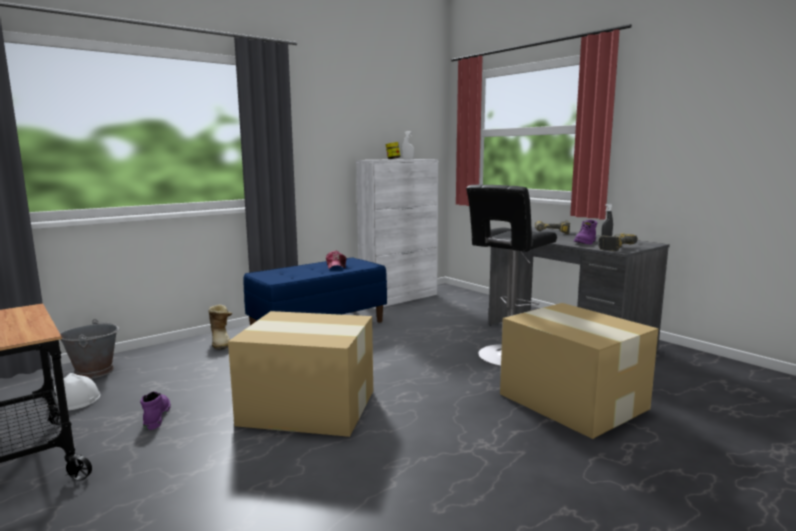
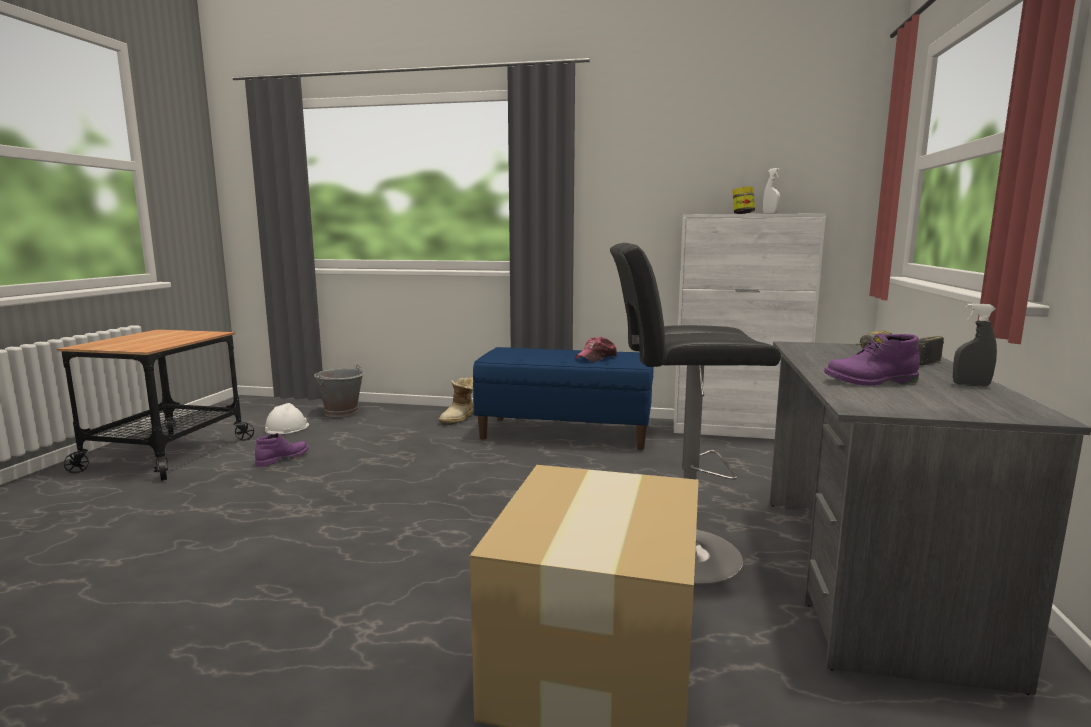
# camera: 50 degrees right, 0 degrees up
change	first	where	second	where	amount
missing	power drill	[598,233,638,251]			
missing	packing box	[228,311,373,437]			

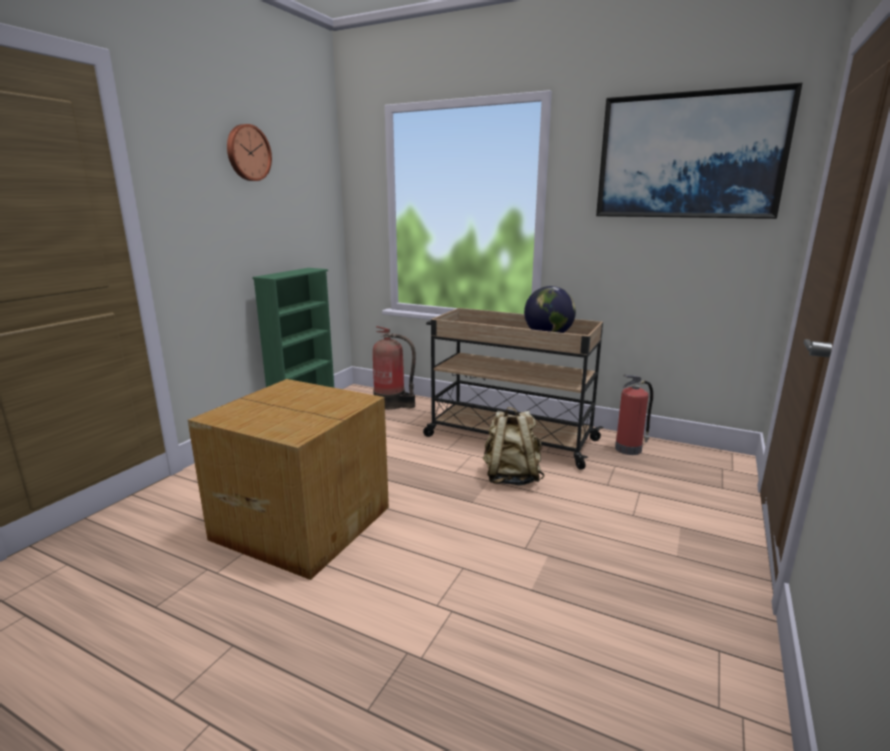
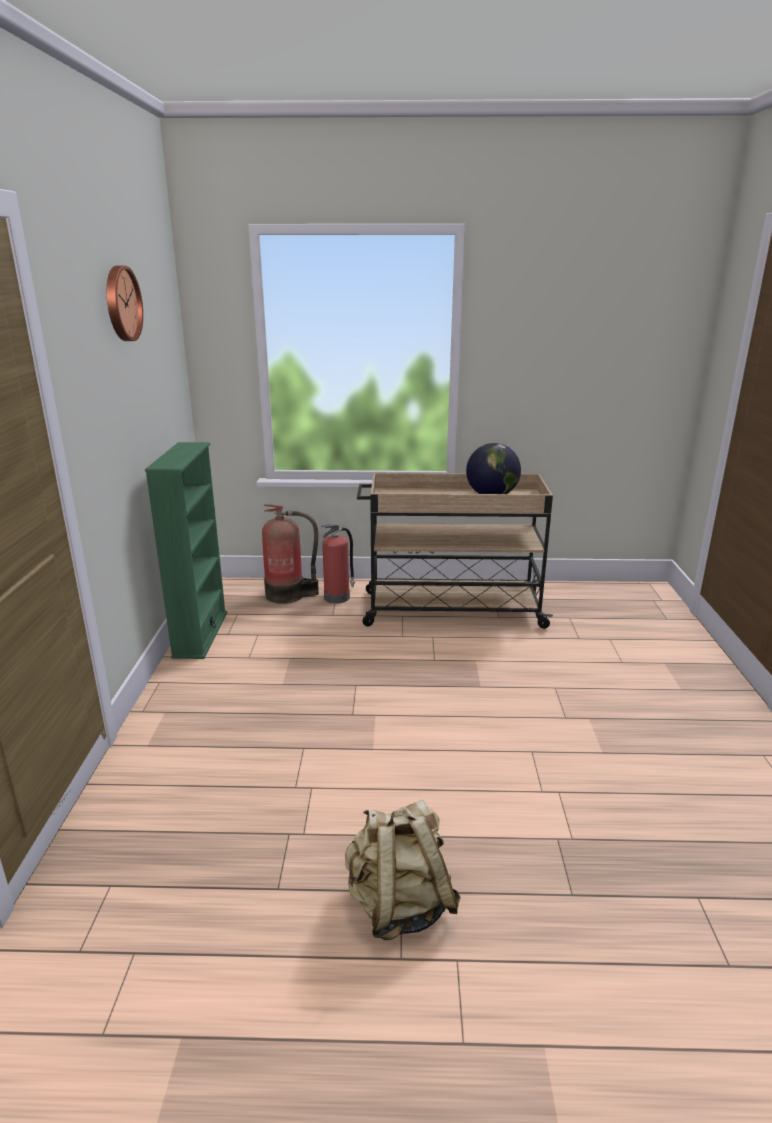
# camera: 25 degrees left, 5 degrees up
change	first	where	second	where	amount
missing	wall art	[596,83,802,219]			
relocated	fire extinguisher	[615,375,653,455]		[321,524,355,604]	
missing	packing box	[188,379,389,580]			
relocated	knapsack (beige-coloured)	[483,407,545,485]		[345,799,461,940]	

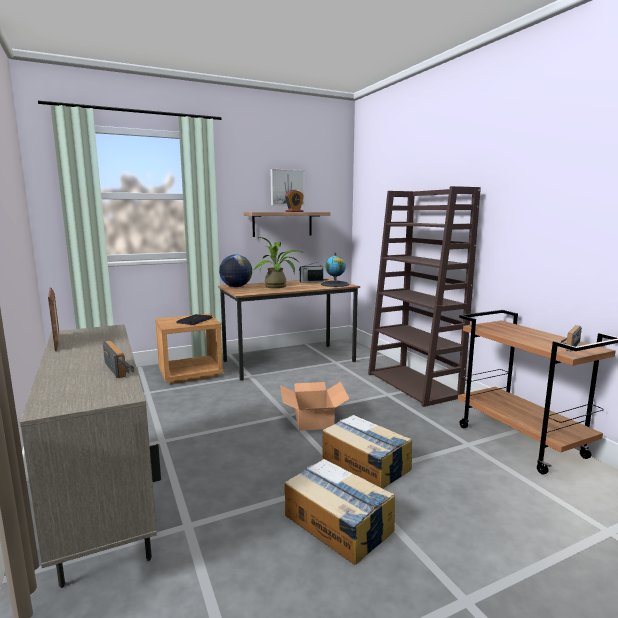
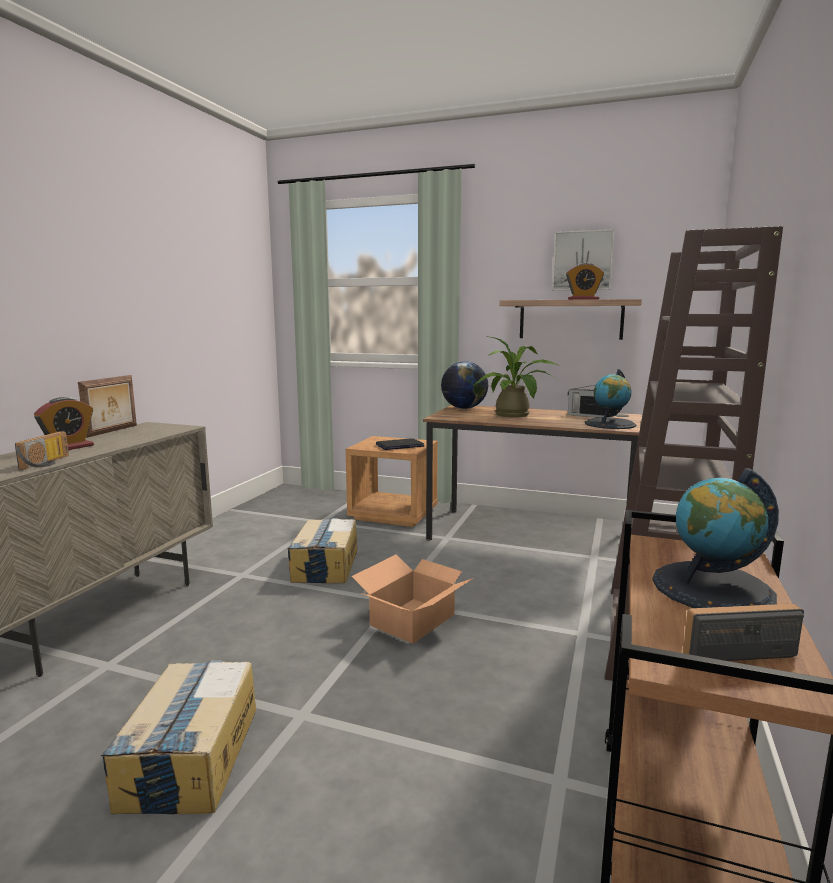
# camera: 45 degrees right, 0 degrees up
change	first	where	second	where	amount
relocated	packing box	[323,415,412,489]		[288,518,357,583]	
appeared			alarm clock	[34,397,94,450]	
appeared			world globe	[652,468,779,608]	

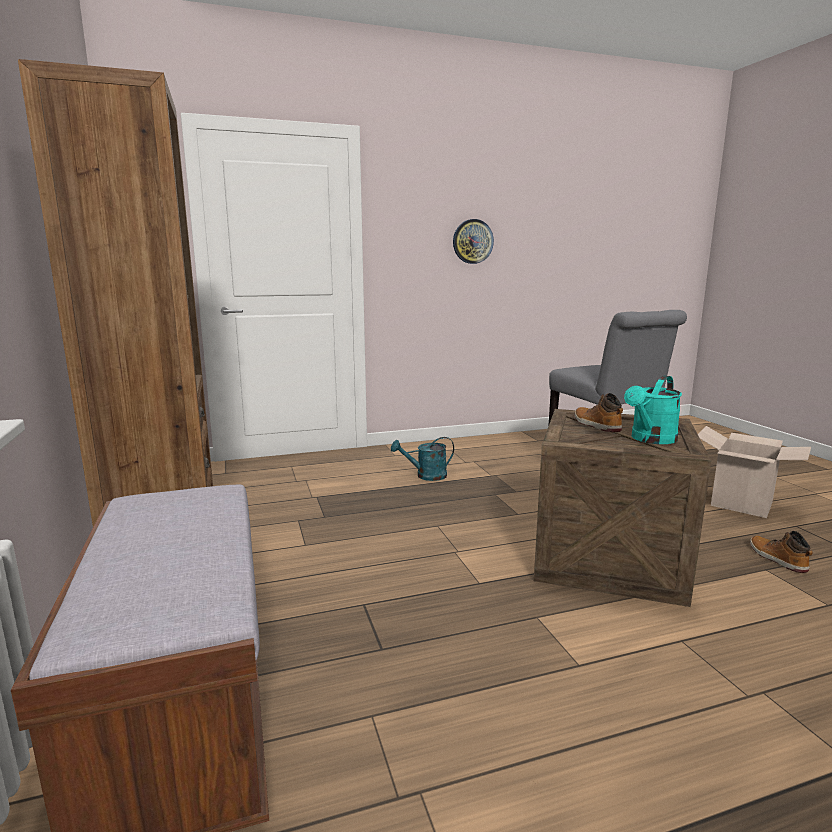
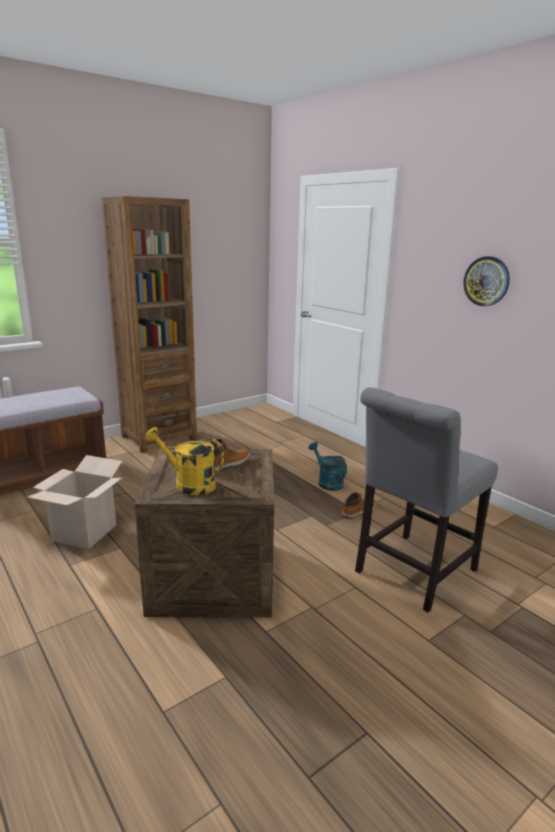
# camera: 70 degrees right, 5 degrees up
change	first	where	second	where	amount
colour	watering can (turquoise)	[624,375,682,444]	watering can (yellow-coloured)	[145,427,224,495]	
relocated	packing box	[698,426,811,518]		[26,455,122,549]	
relocated	tall boot	[750,531,813,573]		[342,493,377,519]	

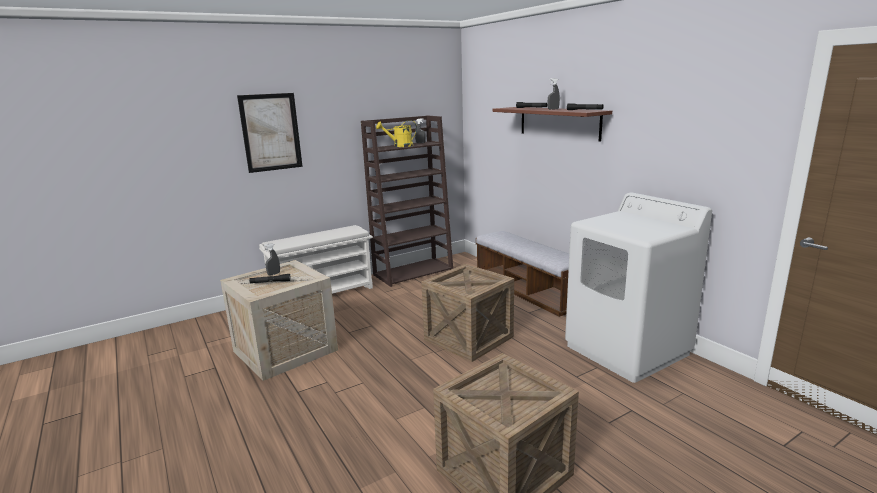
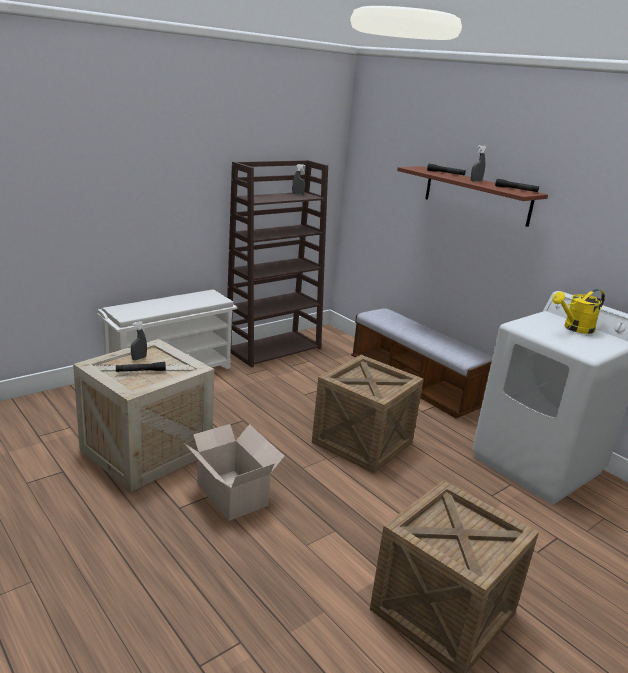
# camera: 10 degrees left, 5 degrees up
change	first	where	second	where	amount
missing	wall art	[237,93,303,173]			
relocated	watering can (yellow-coloured)	[376,120,417,147]		[552,289,605,334]	
appeared			packing box	[184,424,284,521]	

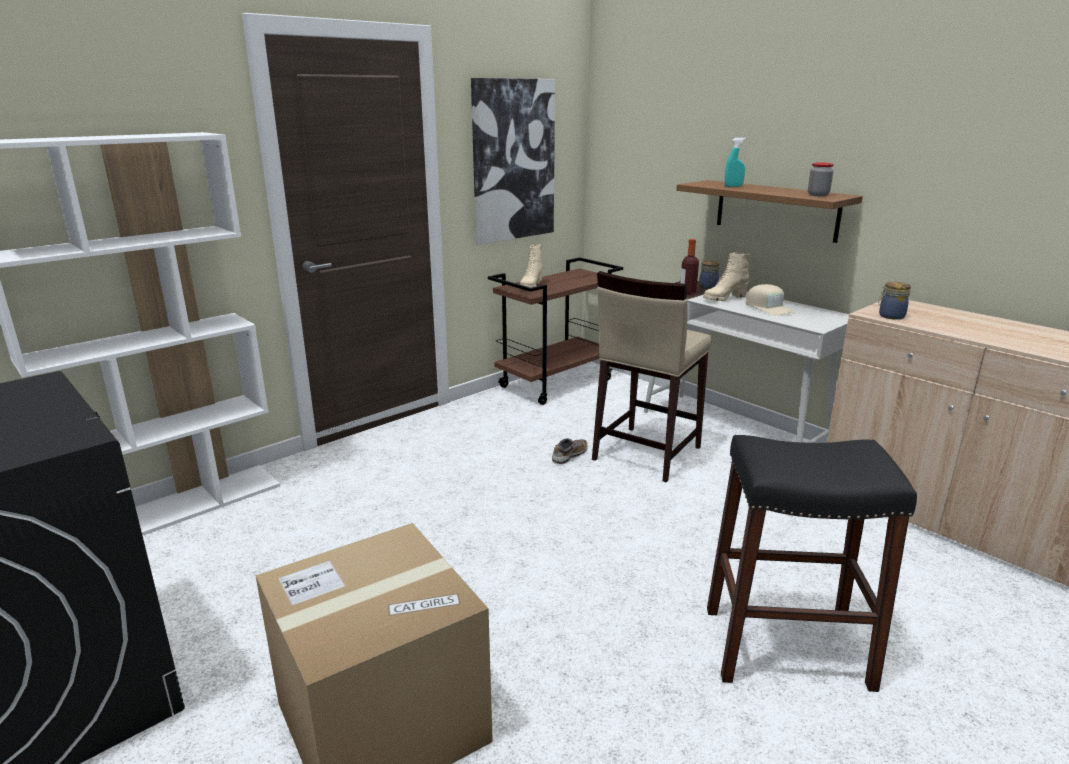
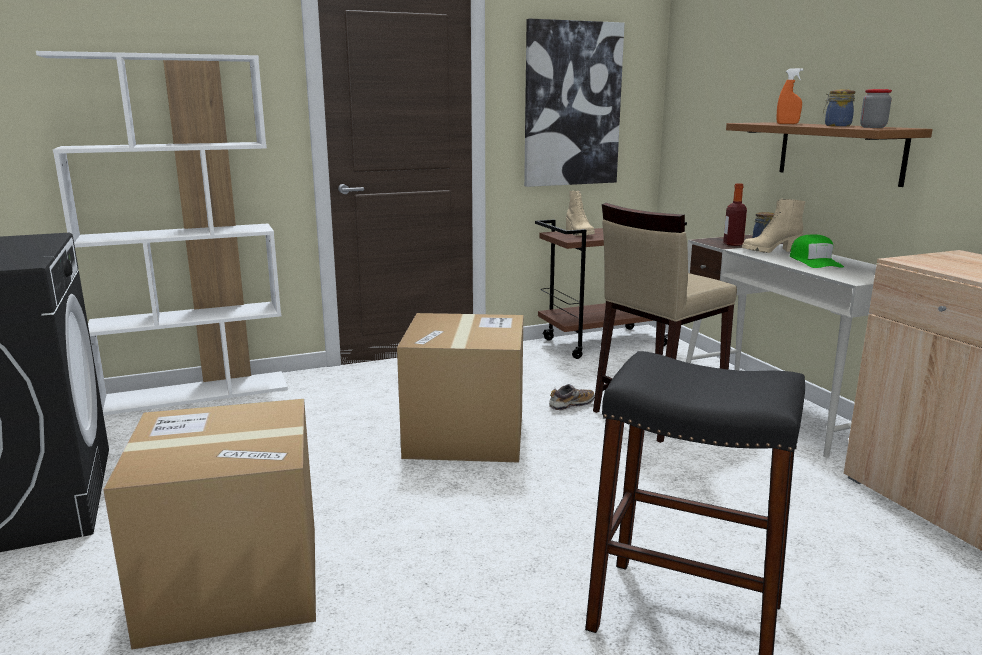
# camera: 20 degrees right, 5 degrees down
change	first	where	second	where	amount
colour	spray bottle (turquoise)	[725,138,746,187]	spray bottle (orange-coloured)	[777,68,803,124]	
spun	tall boot (beige-coloured)	[520,244,543,288]		[566,191,595,236]	60 degrees counterclockwise
relocated	storage jar	[878,282,911,320]		[823,90,855,126]	
colour	baseball cap (beige-coloured)	[746,284,796,316]	baseball cap (green-coloured)	[790,234,844,268]	
appeared			packing box	[397,313,523,463]	

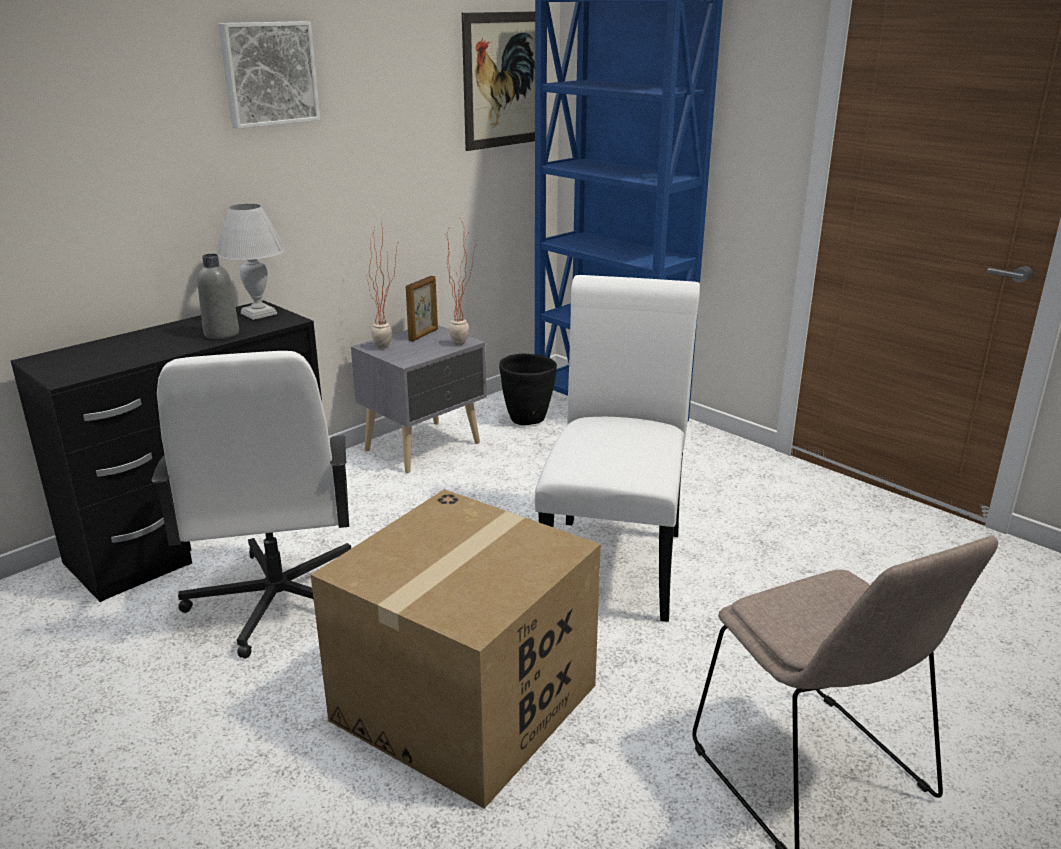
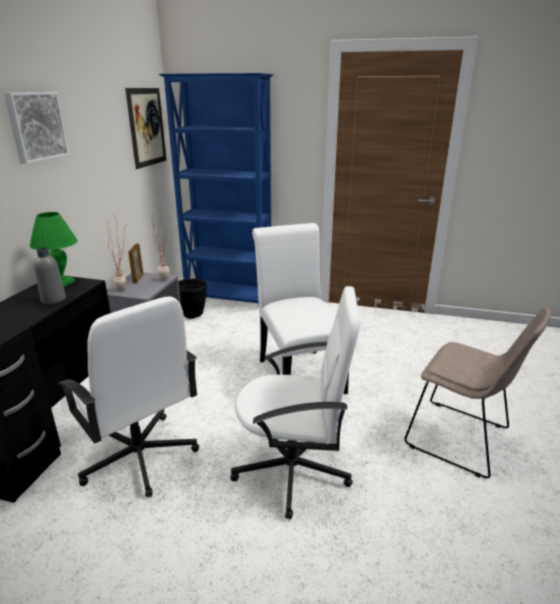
# camera: 30 degrees left, 0 degrees up
change	first	where	second	where	amount
colour	table lamp (whitish)	[216,204,285,320]	table lamp (green-coloured)	[30,212,78,287]	
exchanged	packing box	[311,489,601,809]	office chair (whitish)	[230,286,360,520]	

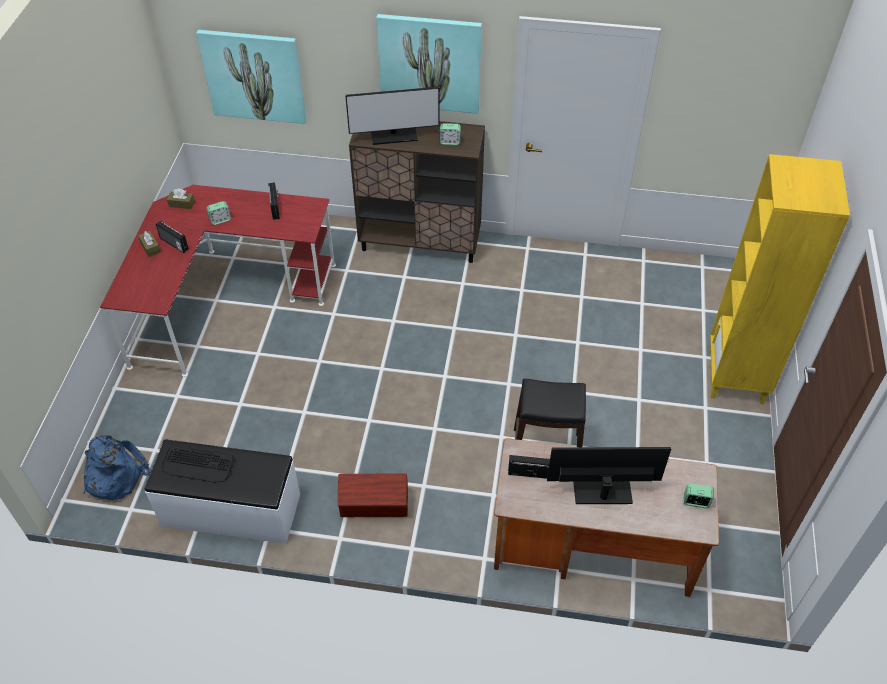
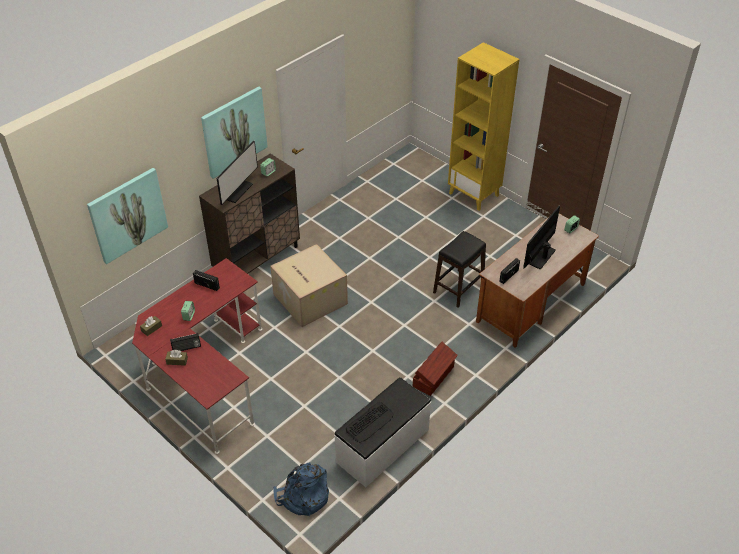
# camera: 55 degrees left, 5 degrees down
change	first	where	second	where	amount
appeared			packing box	[270,244,348,327]	

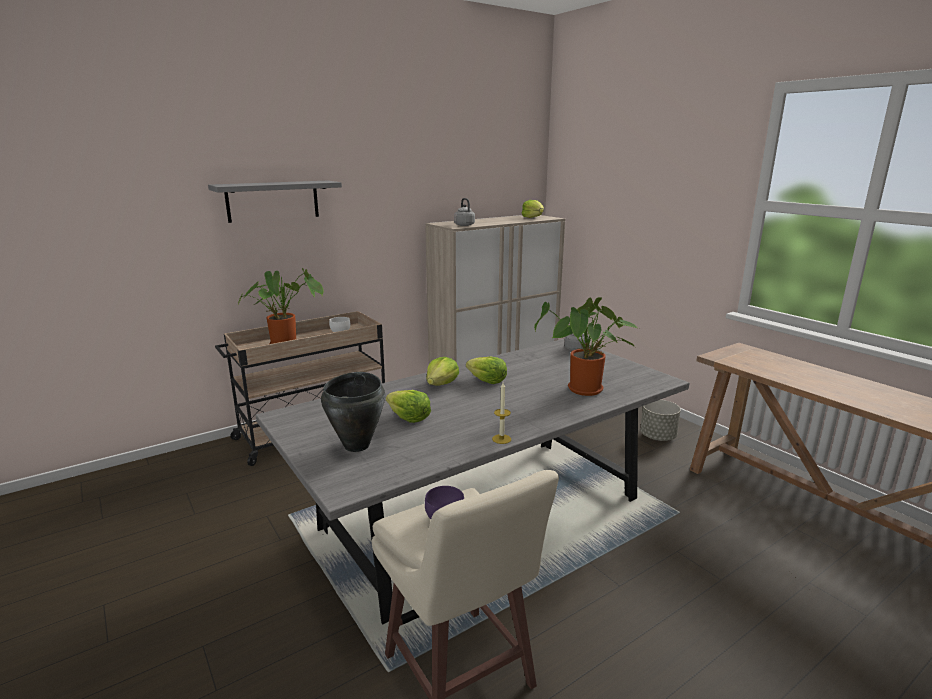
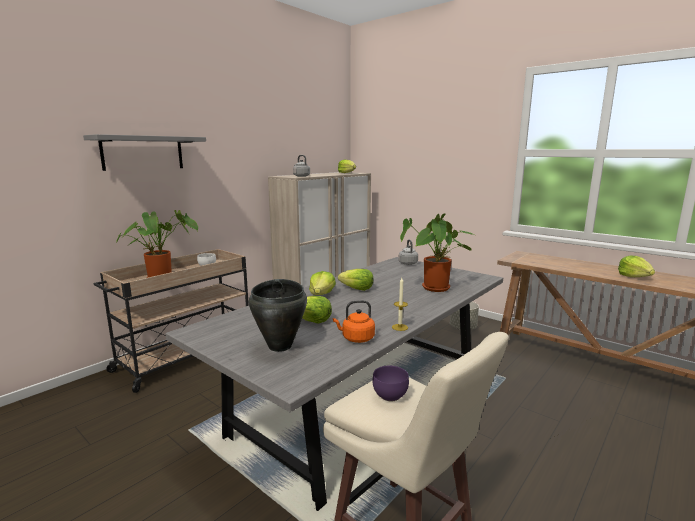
# camera: 15 degrees left, 5 degrees down
change	first	where	second	where	amount
appeared			lettuce head	[618,255,655,277]	
appeared			kettle (orange-coloured)	[333,300,375,343]	

